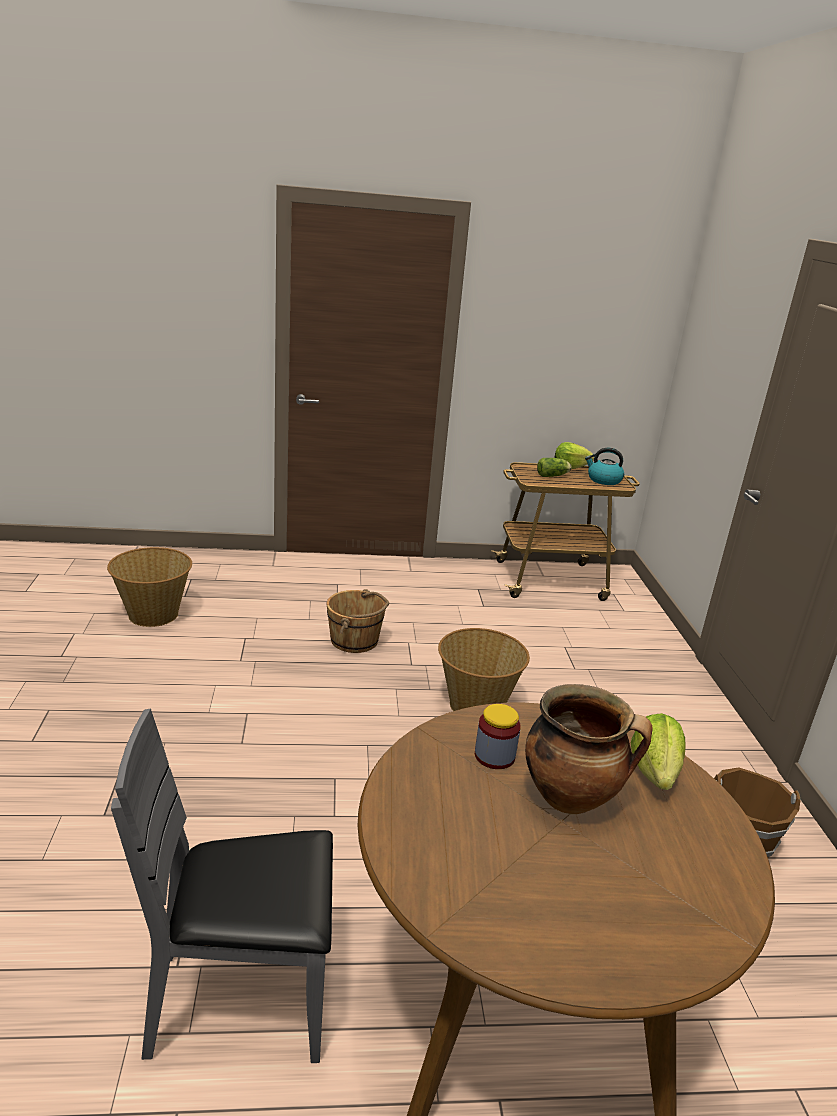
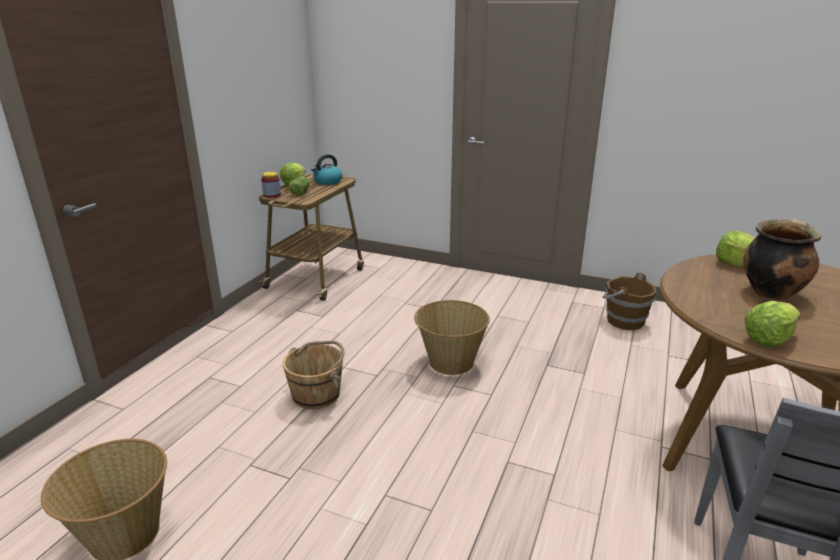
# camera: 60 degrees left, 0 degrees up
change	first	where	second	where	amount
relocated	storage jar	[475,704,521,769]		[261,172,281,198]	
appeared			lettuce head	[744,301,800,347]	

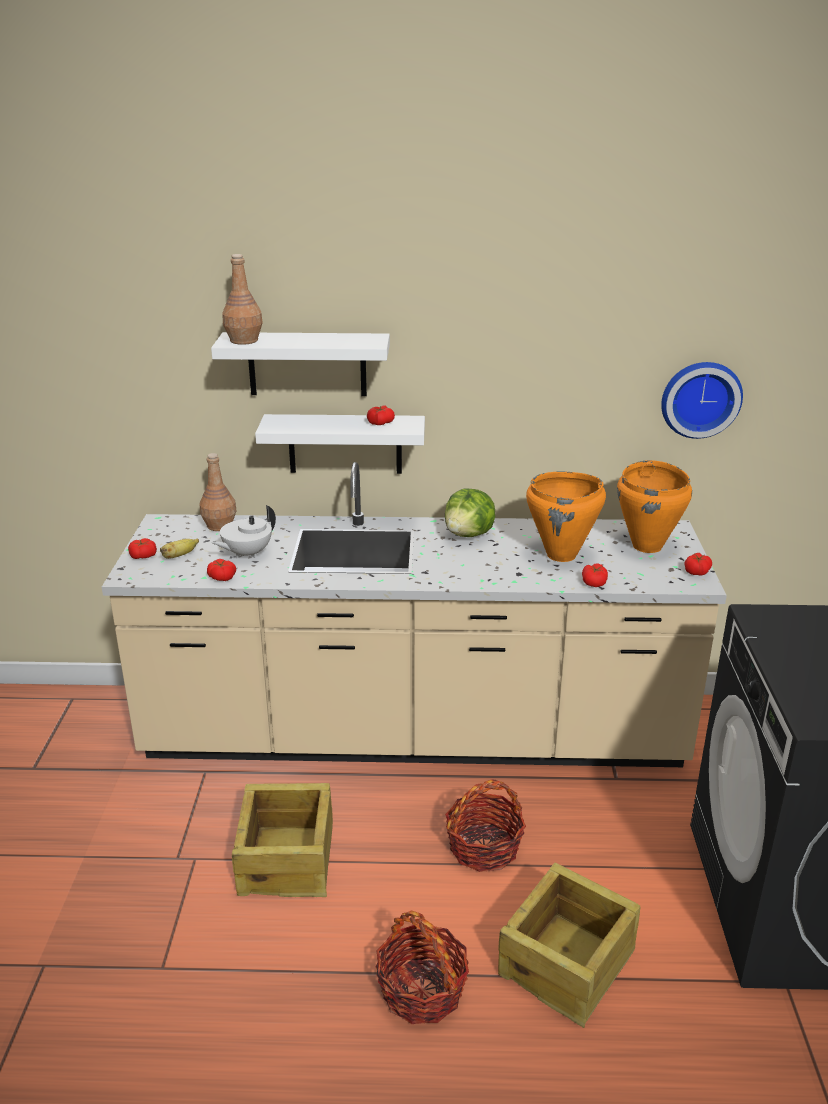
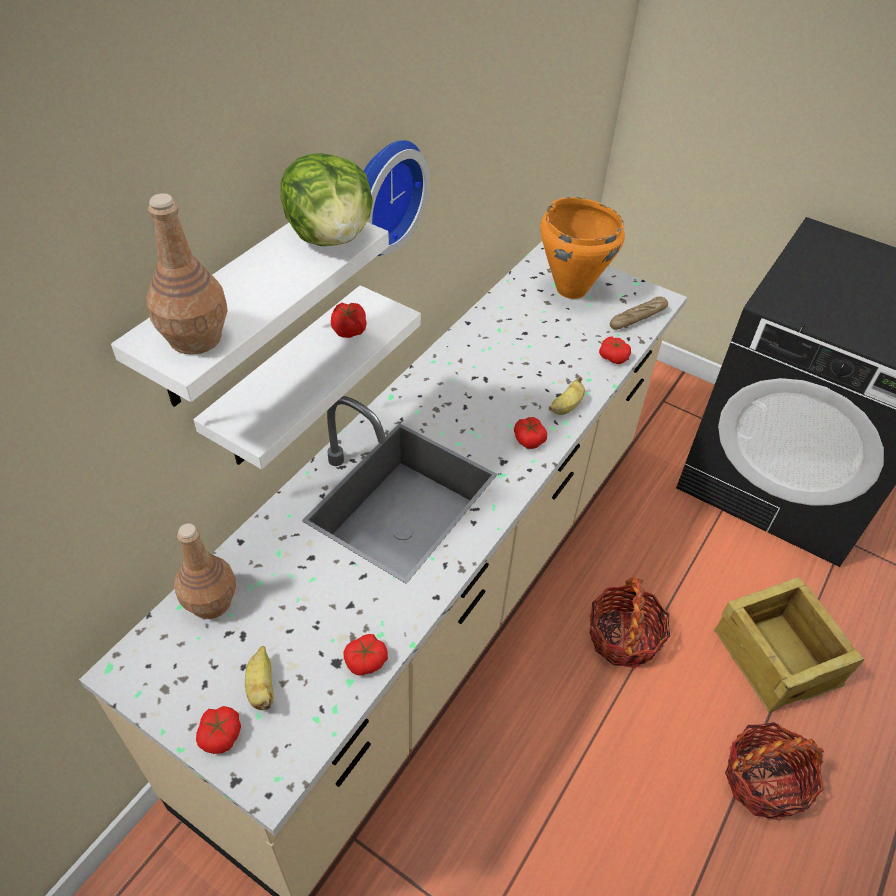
# camera: 60 degrees left, 20 degrees up
change	first	where	second	where	amount
relocated	hanging clock	[661,362,743,439]		[364,141,430,256]	
missing	stockpot (orange-coloured)	[526,471,606,562]			
relocated	lettuce head	[445,488,495,537]		[280,153,373,246]	
missing	tea pot (whitish)	[211,505,276,558]			
relocated	tomato	[685,553,712,576]		[514,417,547,449]	
missing	shipping crate	[232,783,333,897]			
appeared			baked bread	[610,296,668,330]	
appeared			banana fruit	[549,376,585,415]	

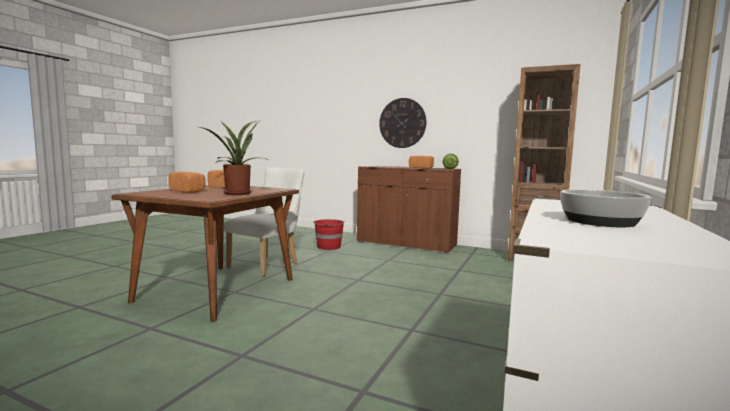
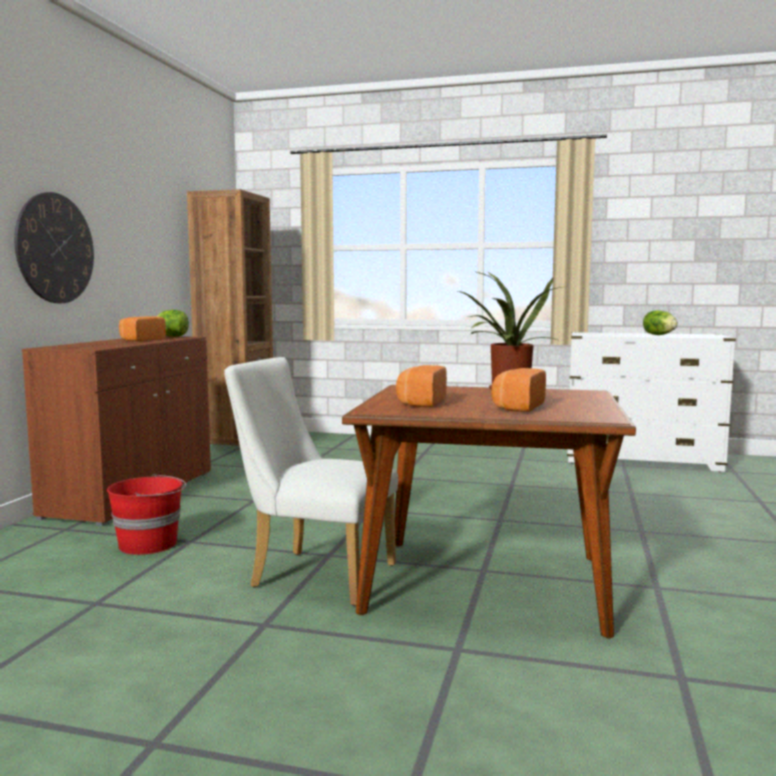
# camera: 100 degrees left, 0 degrees up
change	first	where	second	where	amount
exchanged	deep dish	[560,190,652,227]	lettuce head	[643,310,678,335]	

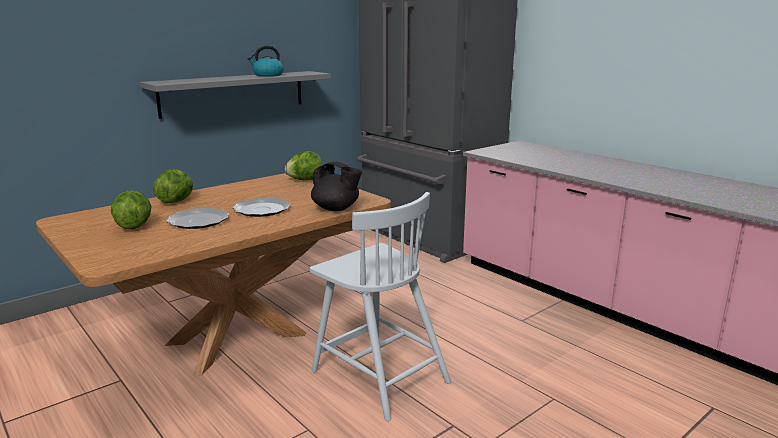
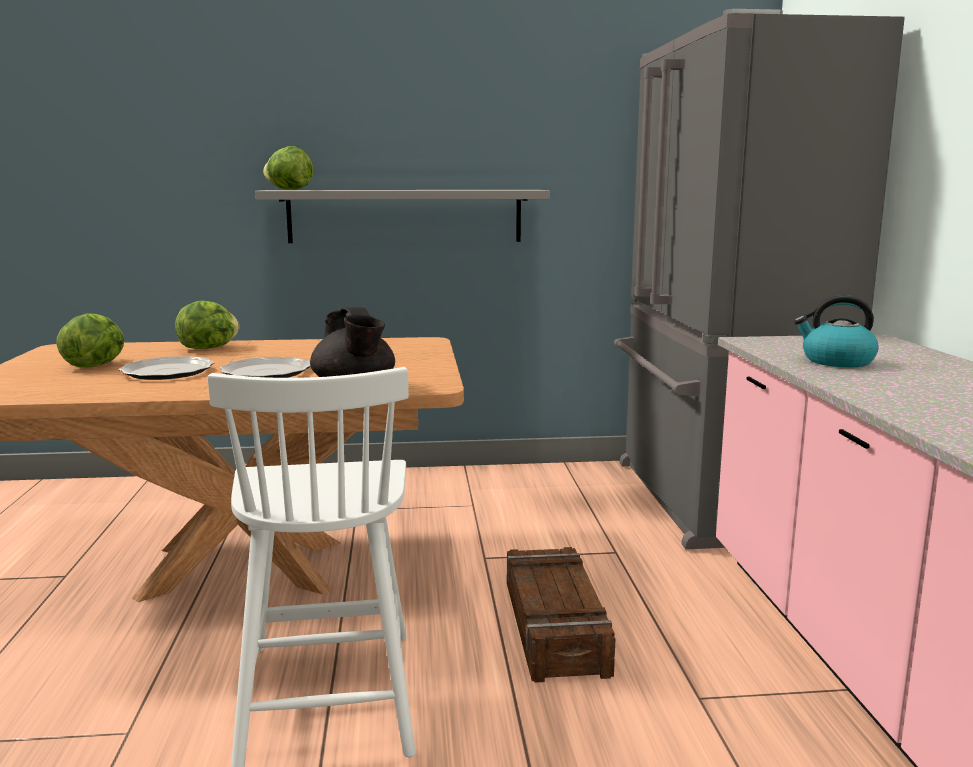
# camera: 35 degrees right, 5 degrees down
change	first	where	second	where	amount
relocated	kettle	[247,46,284,77]		[794,295,879,367]	
relocated	lettuce head	[285,151,322,180]		[263,146,314,190]	
appeared			shipping crate	[507,547,615,683]	

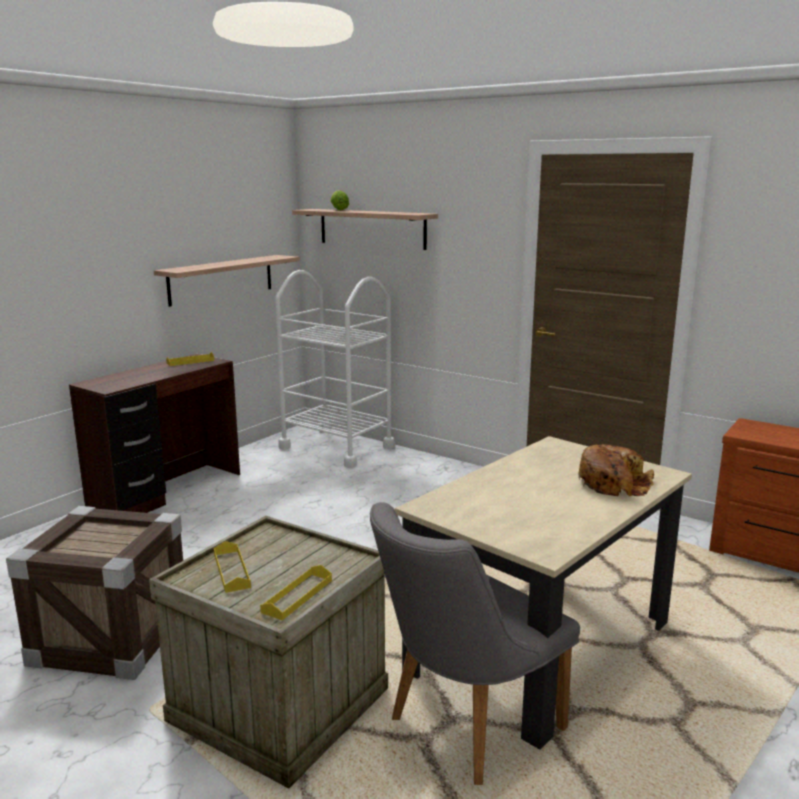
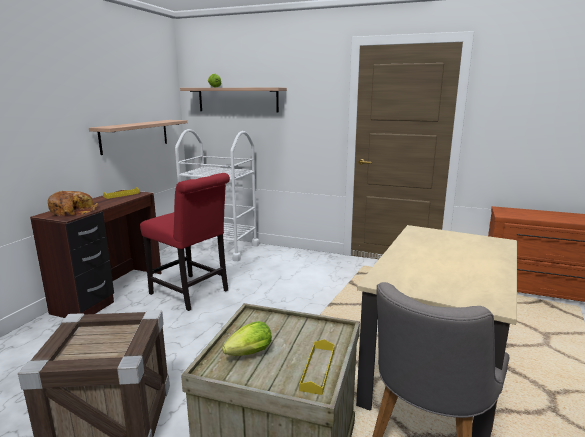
# camera: 15 degrees left, 0 degrees up
change	first	where	second	where	amount
relocated	baked bread	[578,444,654,496]		[48,191,98,216]	
exchanged	serving tray (yellow-coloured)	[214,541,251,593]	lettuce head	[222,321,272,356]	
appeared			plain chair (red-coloured)	[140,173,230,311]	

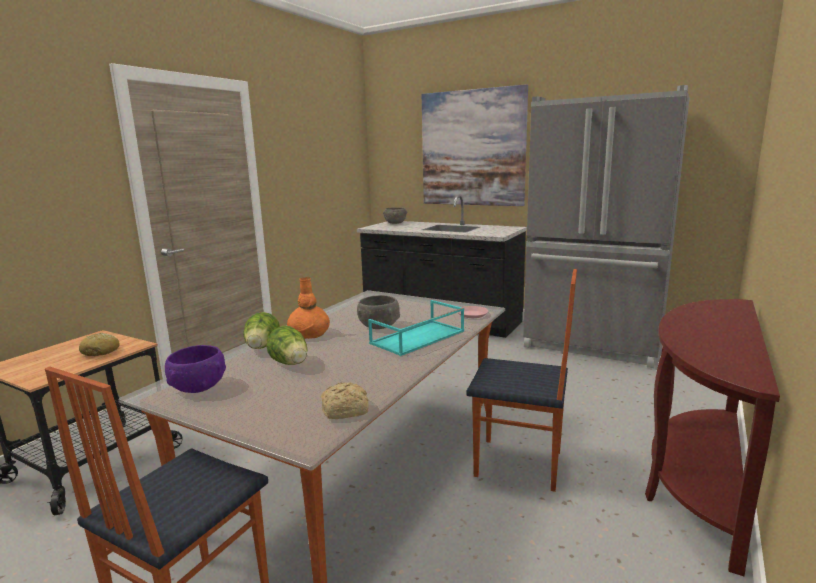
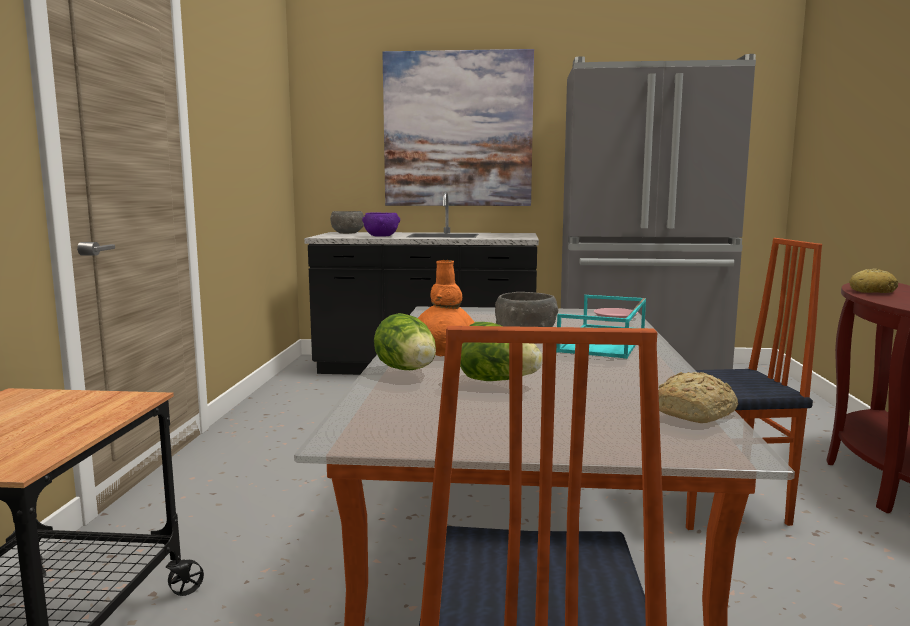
# camera: 25 degrees left, 5 degrees down
change	first	where	second	where	amount
relocated	baked bread	[79,333,120,356]		[849,268,898,293]	
relocated	deep dish (purple)	[165,345,226,393]		[362,213,400,237]	

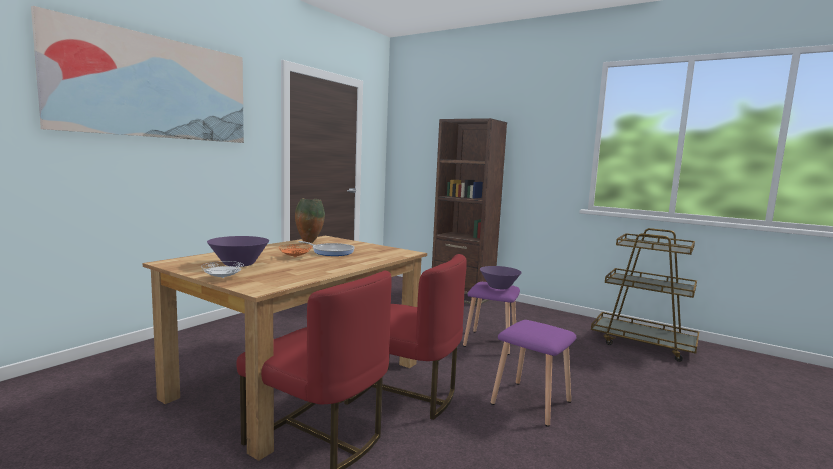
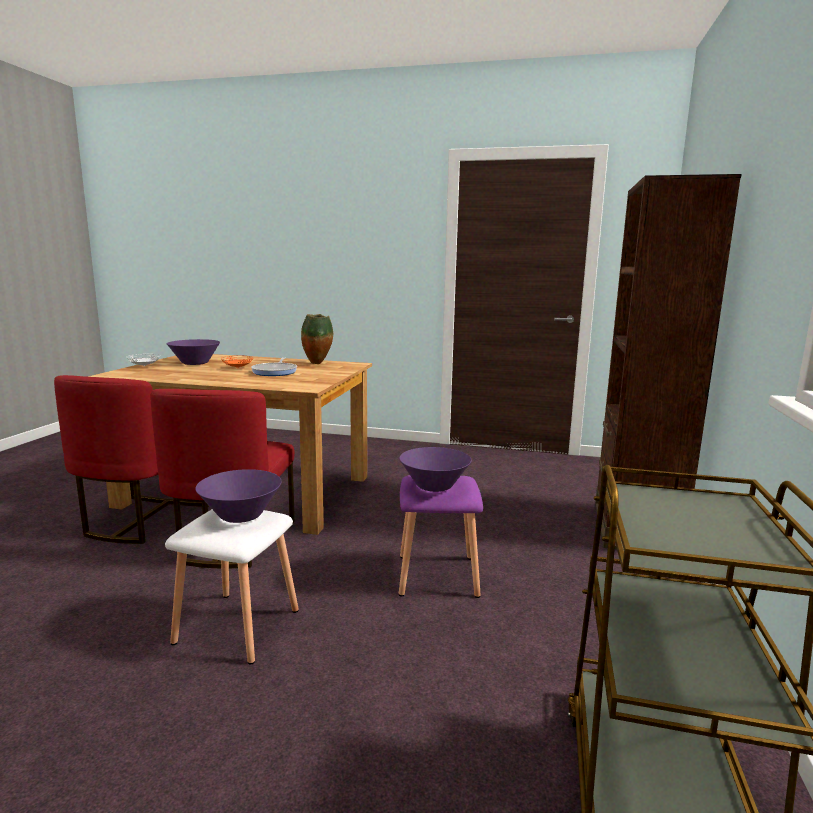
# camera: 70 degrees right, 5 degrees up
change	first	where	second	where	amount
missing	wall art	[31,6,244,143]			
colour	stool (purple)	[490,320,577,427]	stool (whitish)	[165,510,299,665]	
appeared			deep dish (purple)	[195,469,282,523]	

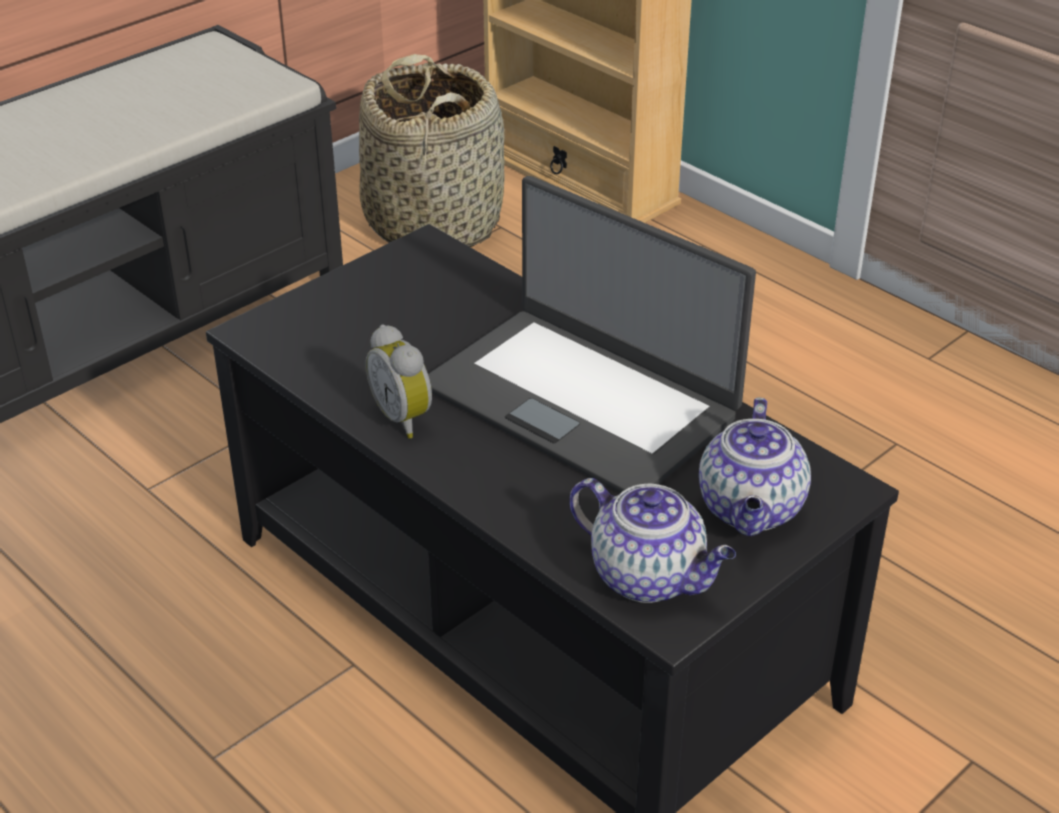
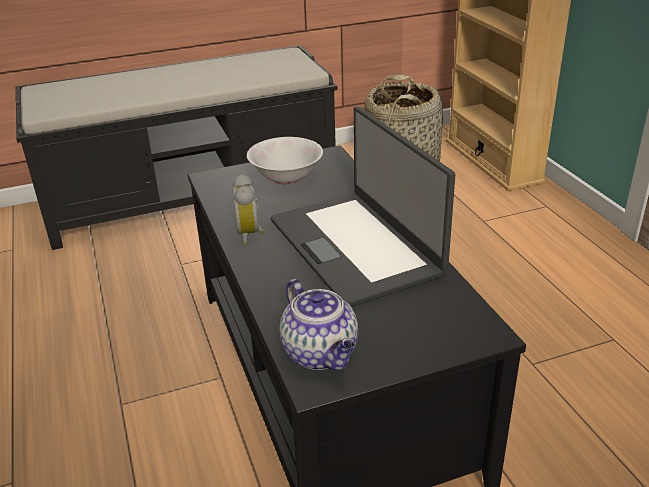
# camera: 25 degrees right, 5 degrees down
change	first	where	second	where	amount
missing	tea pot	[699,397,811,536]			
appeared			deep dish (whitish)	[247,137,323,184]	

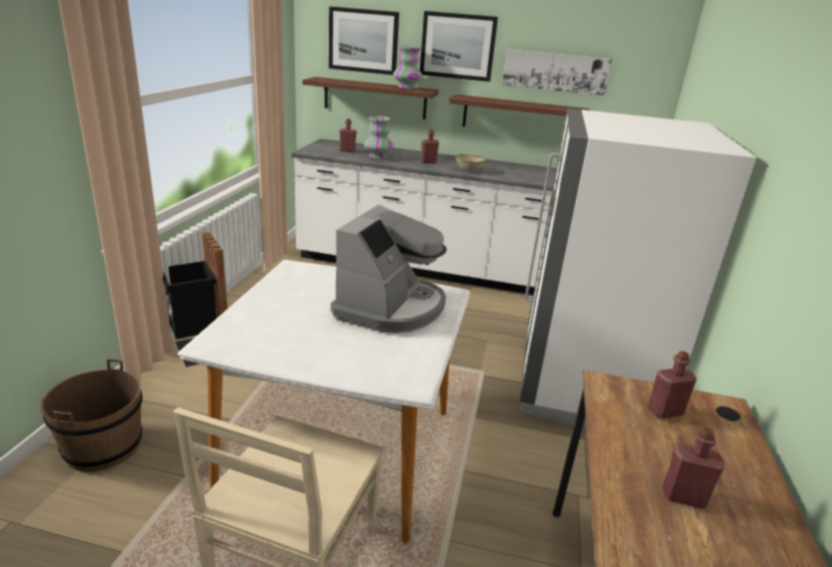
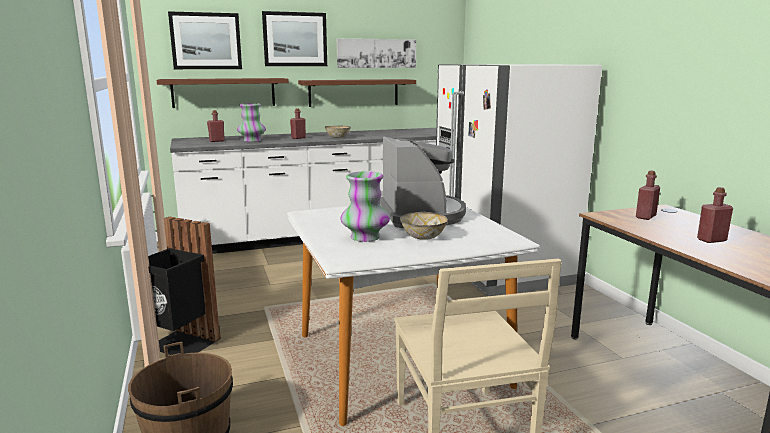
# camera: 30 degrees left, 10 degrees down
change	first	where	second	where	amount
relocated	vase	[393,46,423,89]		[340,171,390,242]	
appeared			deep dish	[400,212,448,240]	

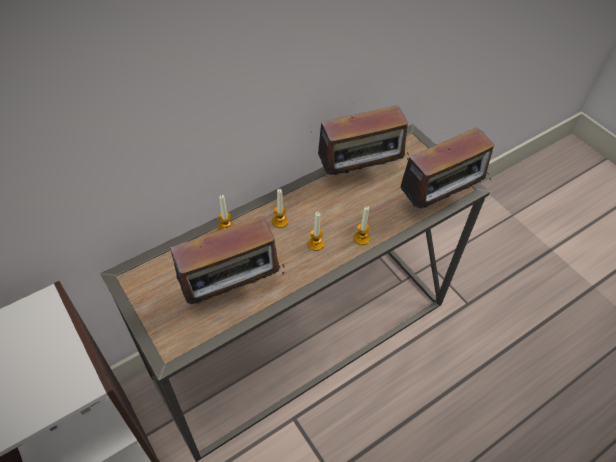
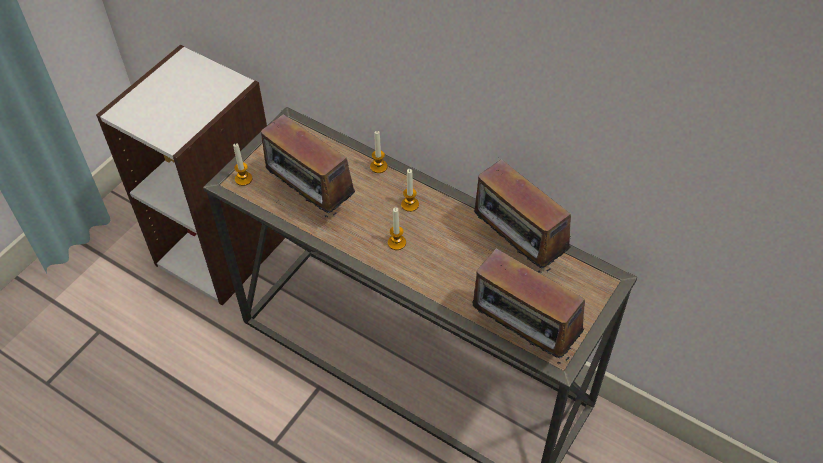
# camera: 70 degrees right, 0 degrees up
change	first	where	second	where	amount
relocated	candle	[353,206,370,245]		[233,143,253,186]	

